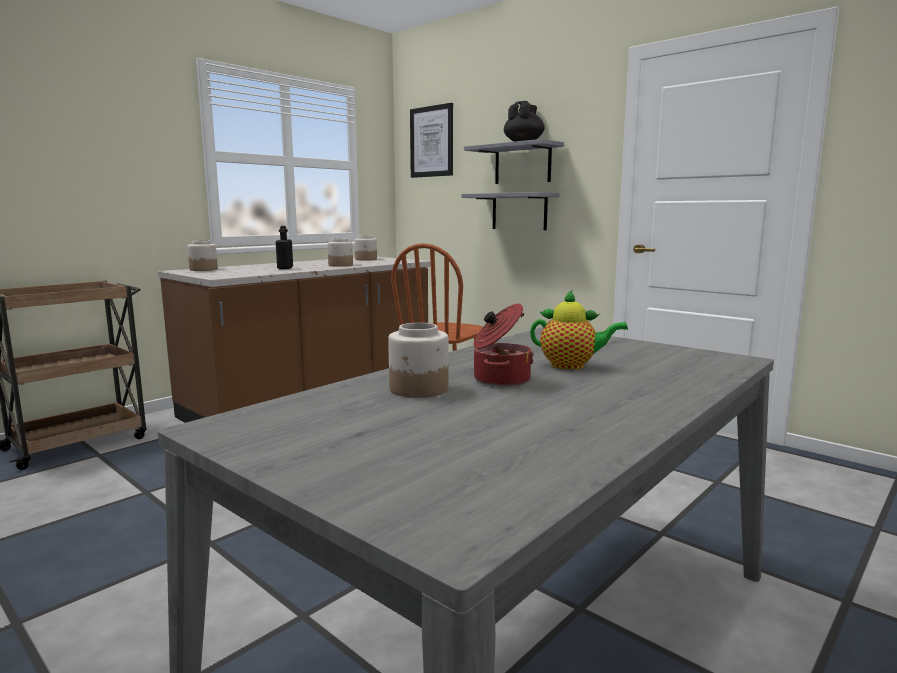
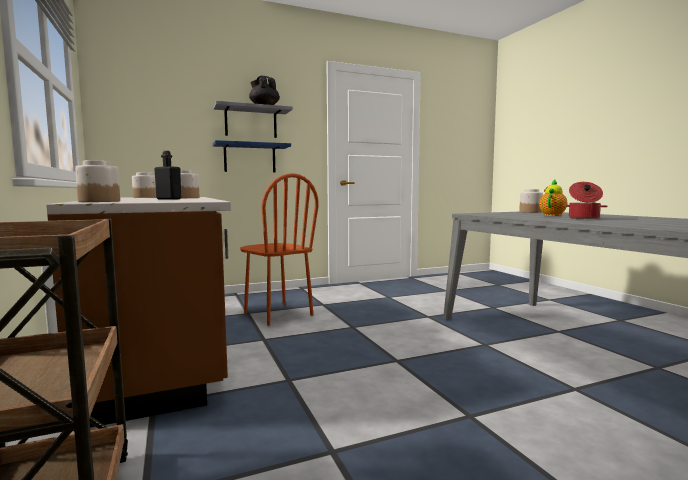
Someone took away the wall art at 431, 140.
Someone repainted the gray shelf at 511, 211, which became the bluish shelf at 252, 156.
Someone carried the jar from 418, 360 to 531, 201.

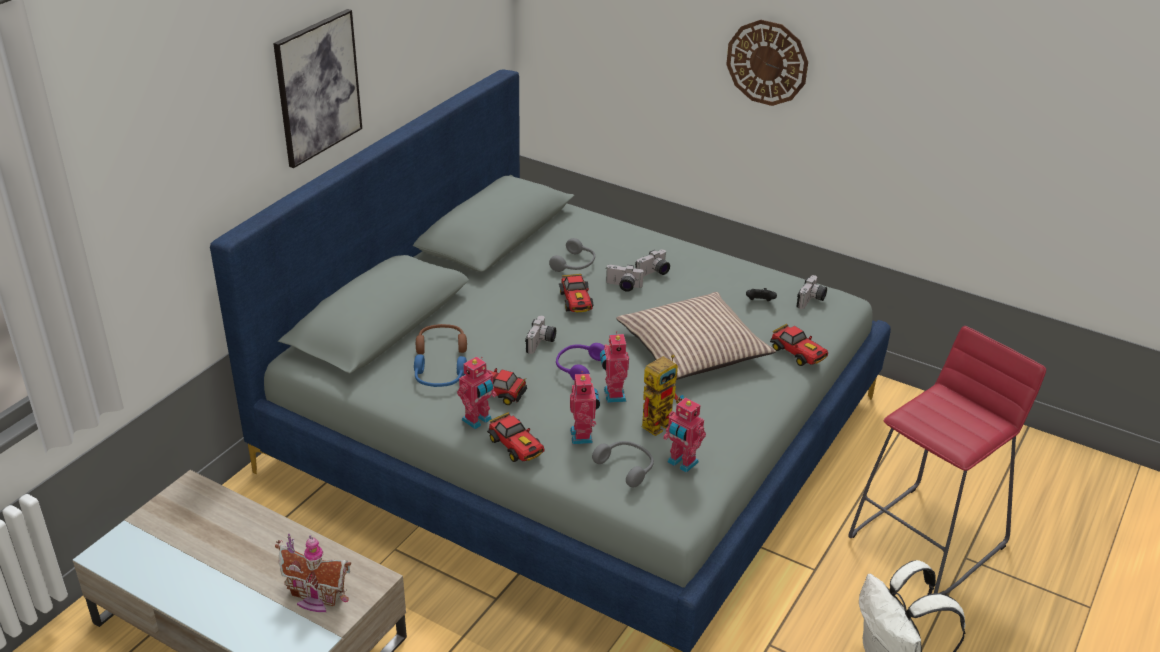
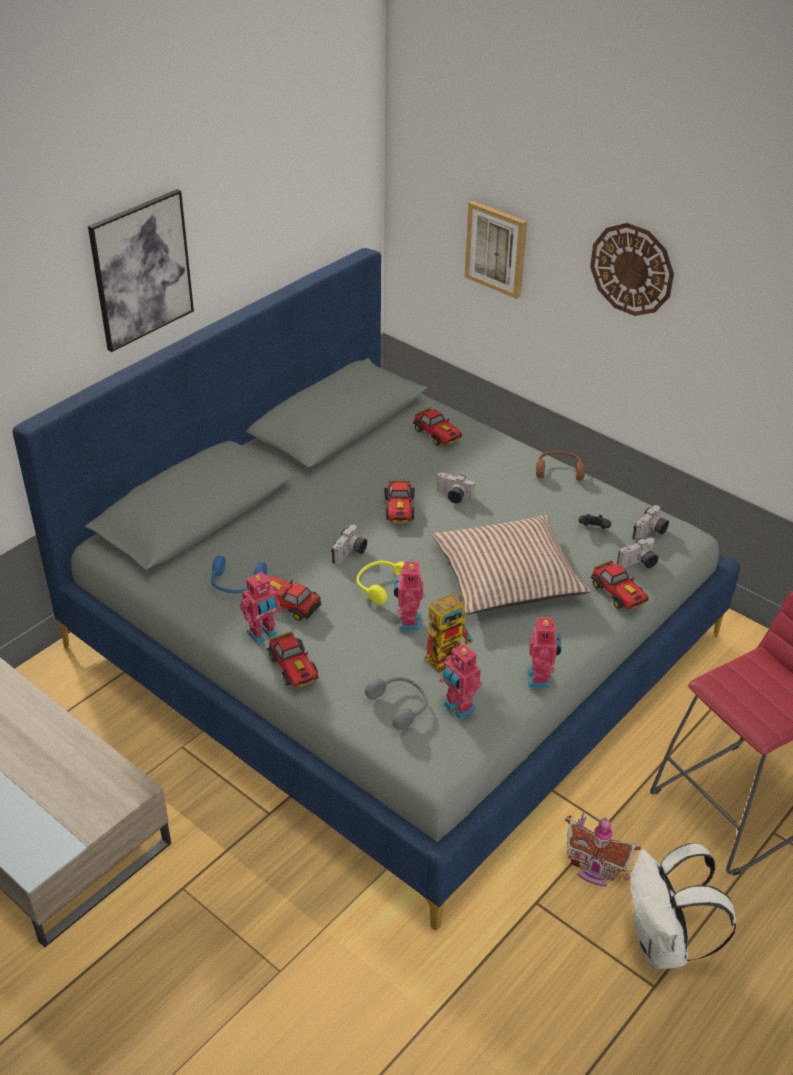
Someone took away the gray headphones at 572, 255.
Someone carried the still camera from 652, 263 to 638, 553.
Someone carried the brown-coloured headphones from 441, 339 to 560, 465.
Someone repainted the purple-coloured headphones at 580, 362, which became the yellowish headphones at 380, 582.
Someone carried the toy robot from 585, 407 to 544, 651.
Someone carried the toy house from 313, 572 to 603, 849.
Someone put up the wall art at 496, 250.
Someone put down the miniature car at 437, 426.

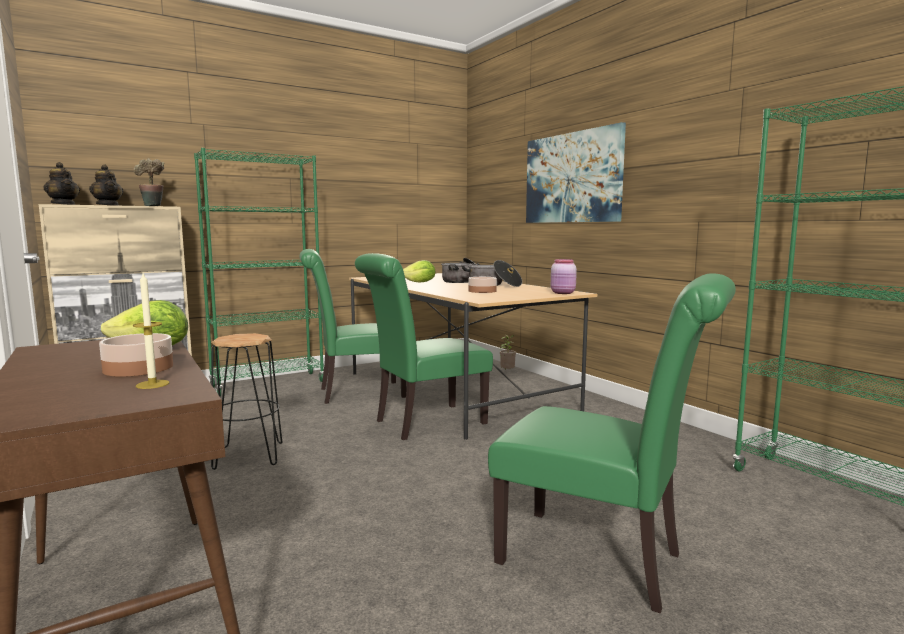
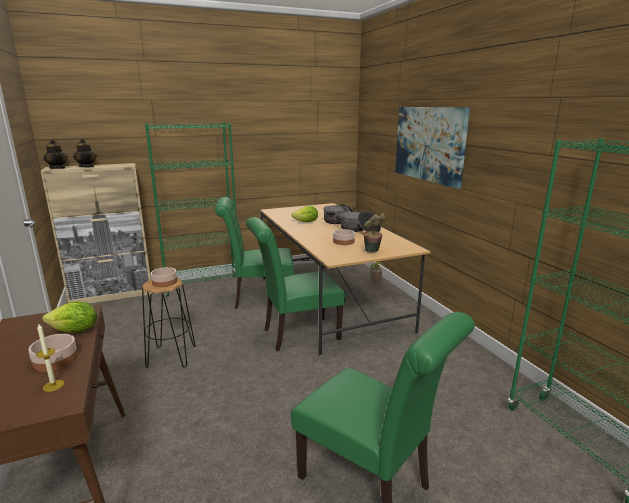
Someone carried the houseplant from 148, 182 to 375, 233.
Someone took away the pink-coloured jar at 564, 276.
Someone put down the bowl at 164, 277.

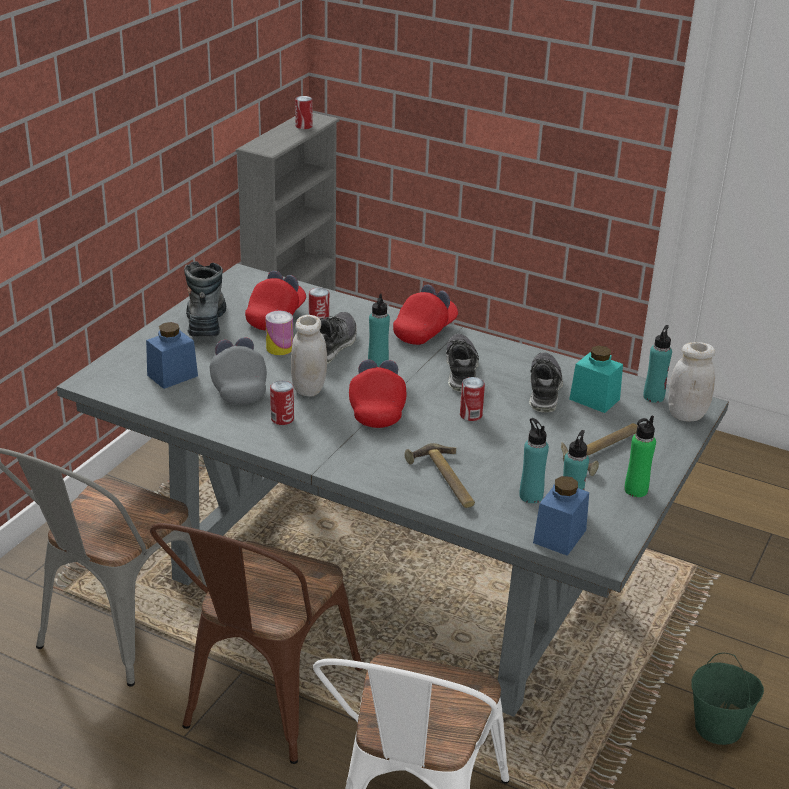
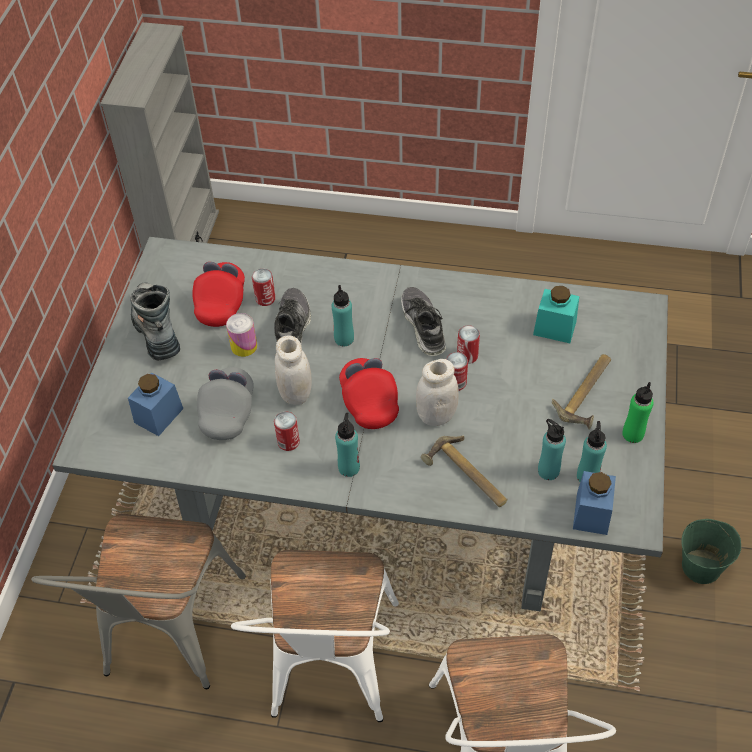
Someone carried the metal can from 304, 112 to 468, 344.
Someone took away the red-coloured cap at 425, 314.
Someone carried the turquoise bottle from 657, 364 to 347, 445.
Someone rotated the gray cap at 238, 371 by 45 degrees clockwise.
Someone carried the white-coloured jar from 691, 382 to 437, 392.
Someone took away the low shoe at 546, 382.
Someone repainted the brown-coloured chair at 256, 643, which became the white-coloured chair at 315, 636.

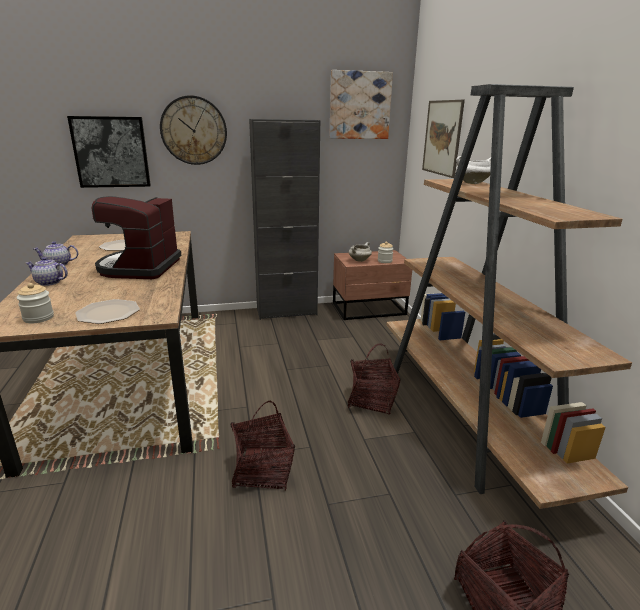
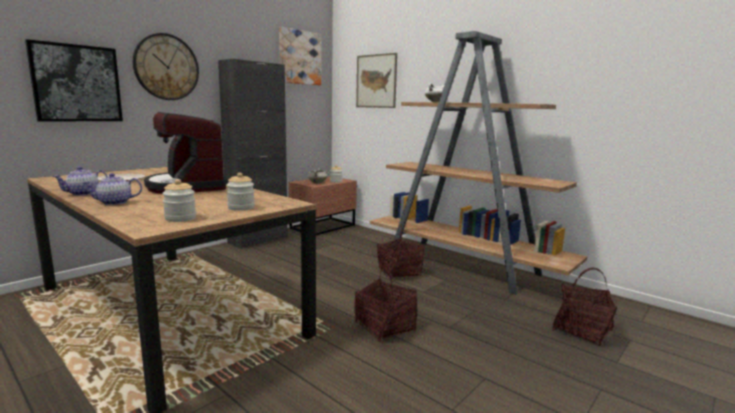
Someone swapped the dinner plate at 108, 311 for the jar at 240, 192.

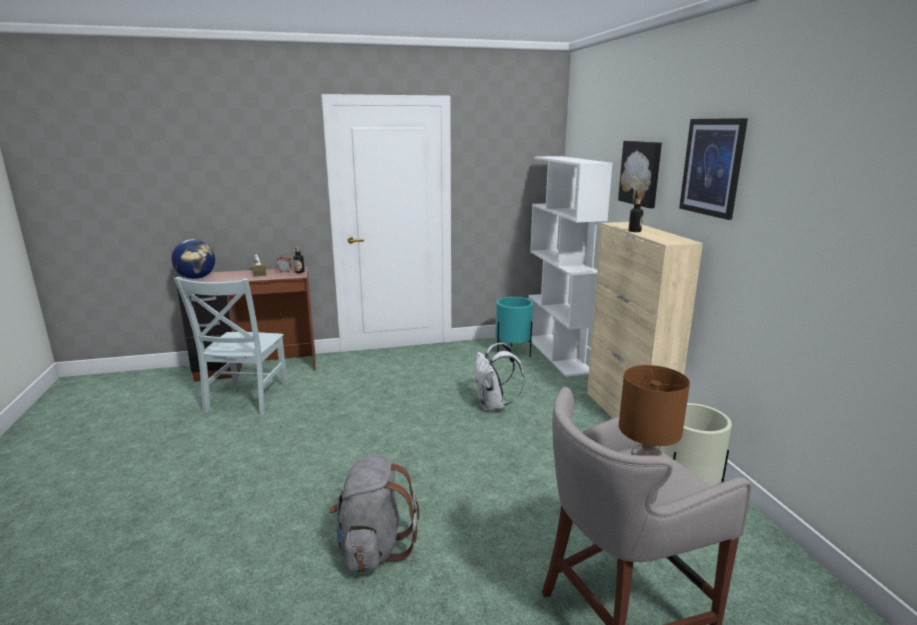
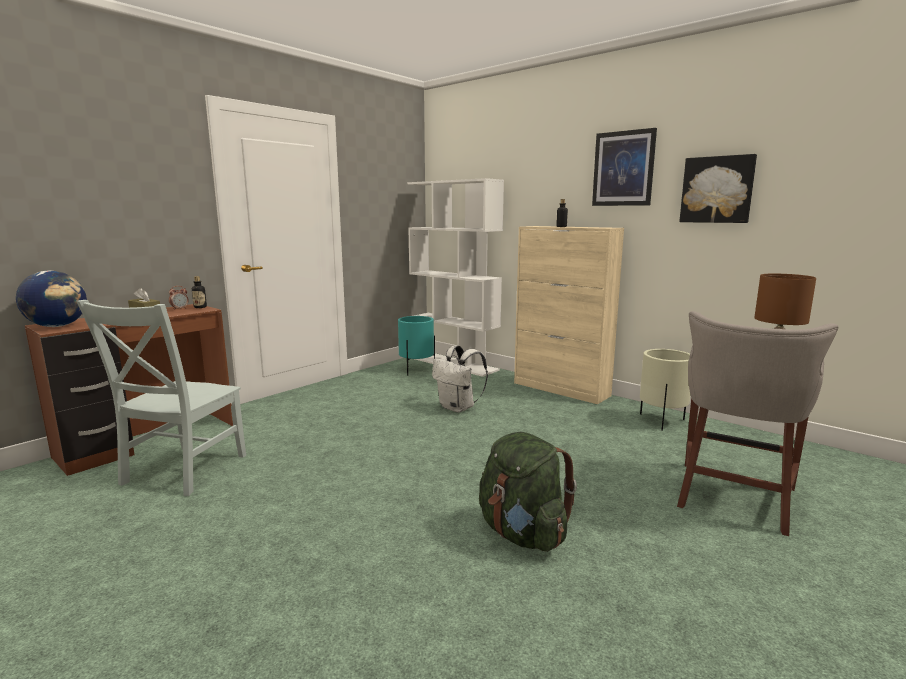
Someone carried the wall art from 640, 174 to 718, 188.
Someone rotated the gray chair at 231, 346 by 45 degrees clockwise.
Someone repainted the gray rucksack at 374, 513, which became the green-coloured rucksack at 528, 492.

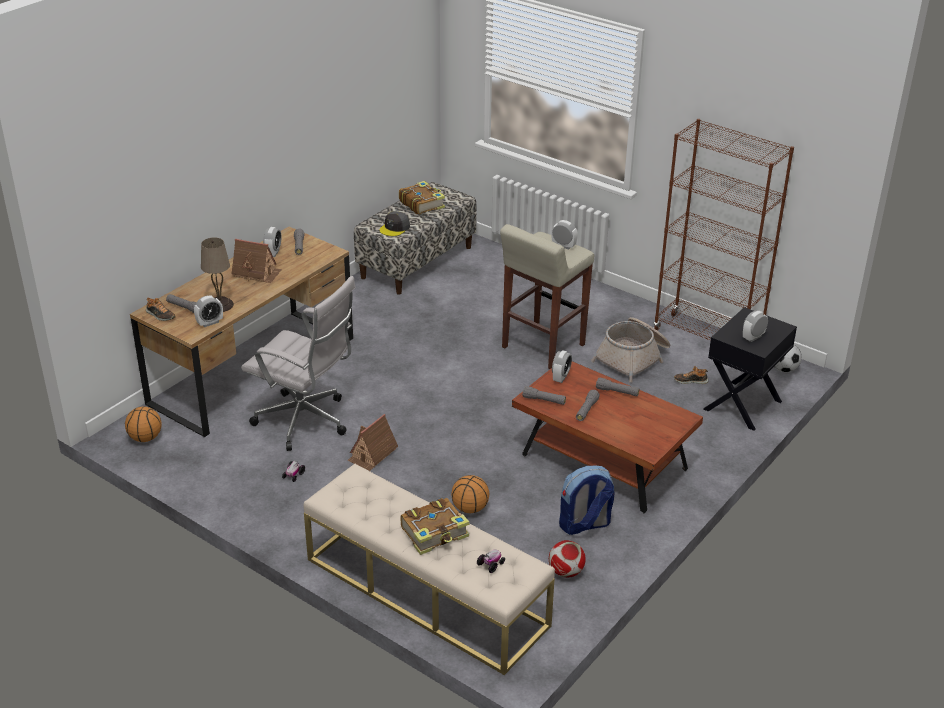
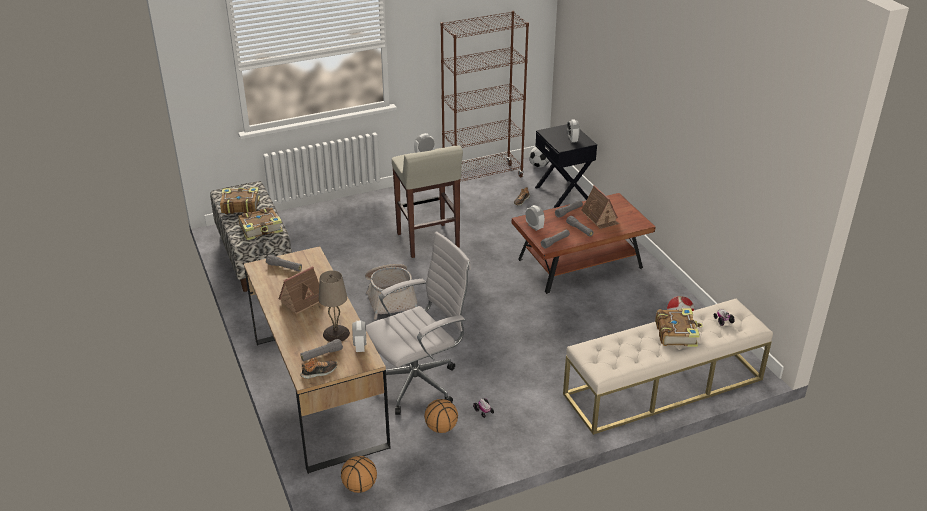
Someone swapped the gray cap at 395, 223 for the volume at 260, 223.
Someone took away the bedside clock at 272, 242.
Someone carried the household basket from 630, 350 to 391, 291.
Someone carried the toy house from 372, 442 to 600, 207.
Someone took away the rucksack at 586, 500.
Someone carried the ball for basketball from 470, 494 to 441, 416.

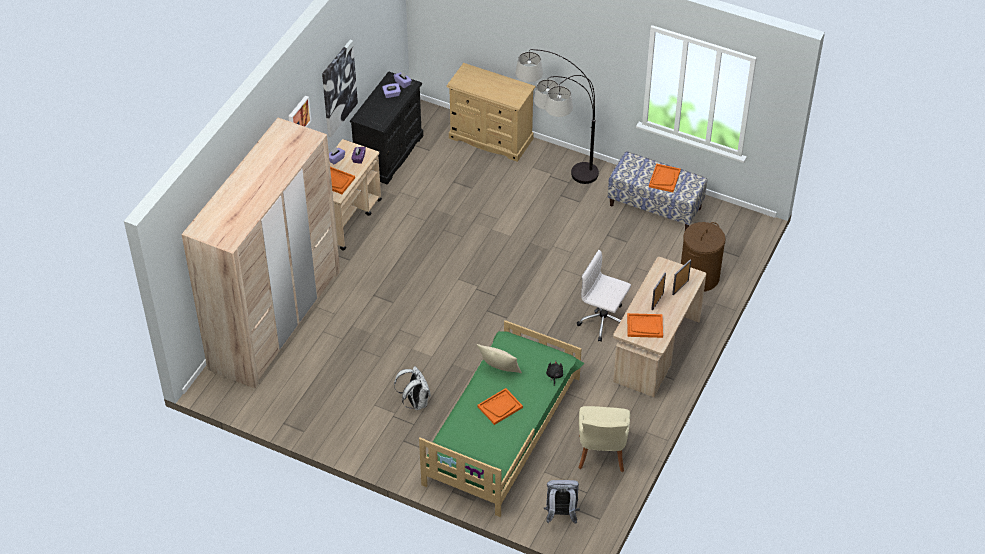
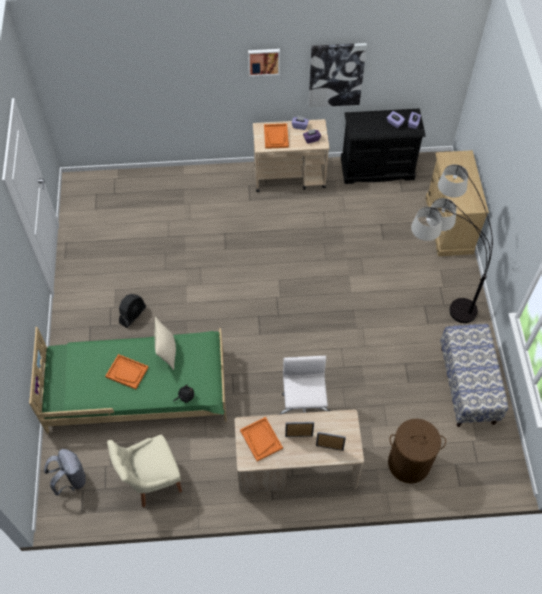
Someone took away the beige-coloured clothes cupboard at 261, 253.
Someone took away the orange tray at 665, 177.
Someone swapped the white-coloured rucksack at 412, 388 for the black-coloured electric fan at 132, 311.

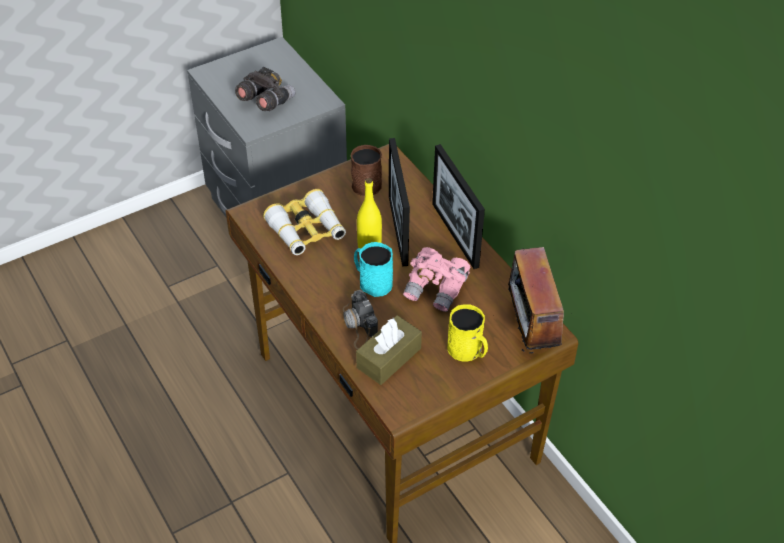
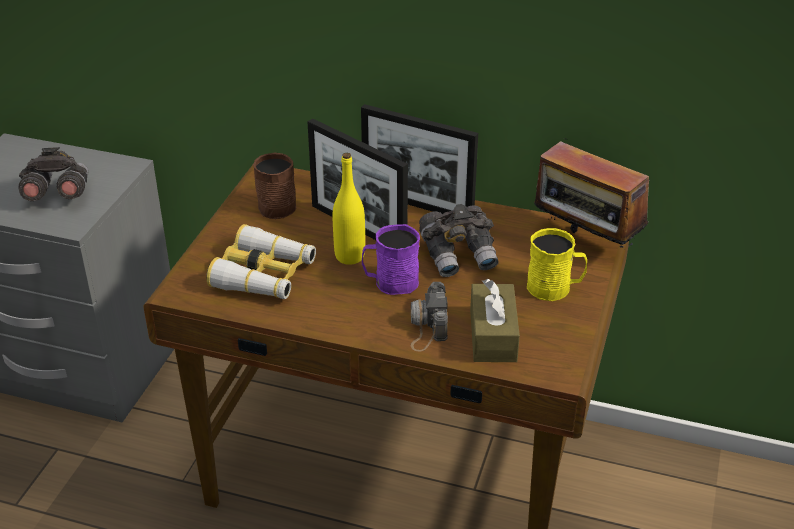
Someone repainted the turquoise coffee mug at 373, 269, which became the purple-coloured coffee mug at 391, 259.
Someone repainted the pink-coloured binoculars at 436, 279, which became the gray binoculars at 458, 240.
Someone rotated the still camera at 360, 319 by 60 degrees clockwise.

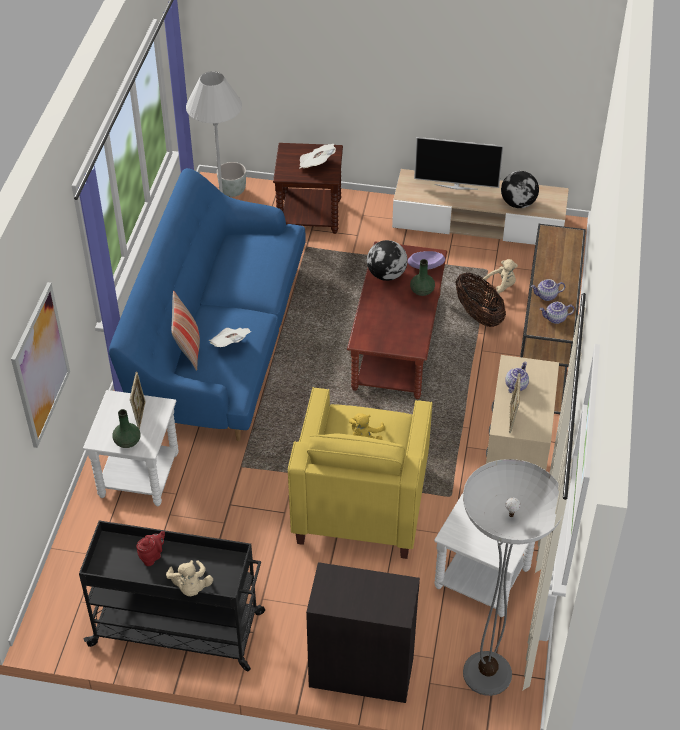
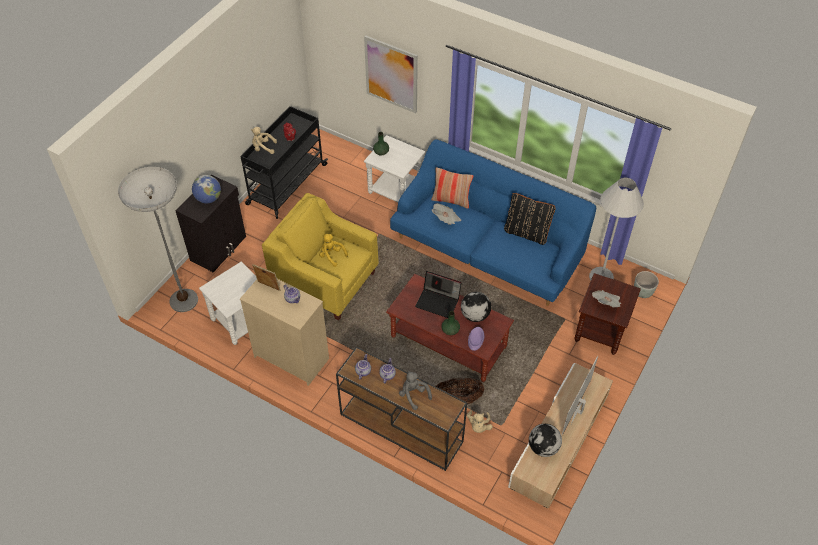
Someone took away the photo frame at 138, 400.
Someone put down the world globe at 206, 189.
Someone put down the black-coloured cushion at 530, 219.
Someone put down the notebook computer at 438, 294.
Someone put down the gray cuddly toy at 415, 390.

